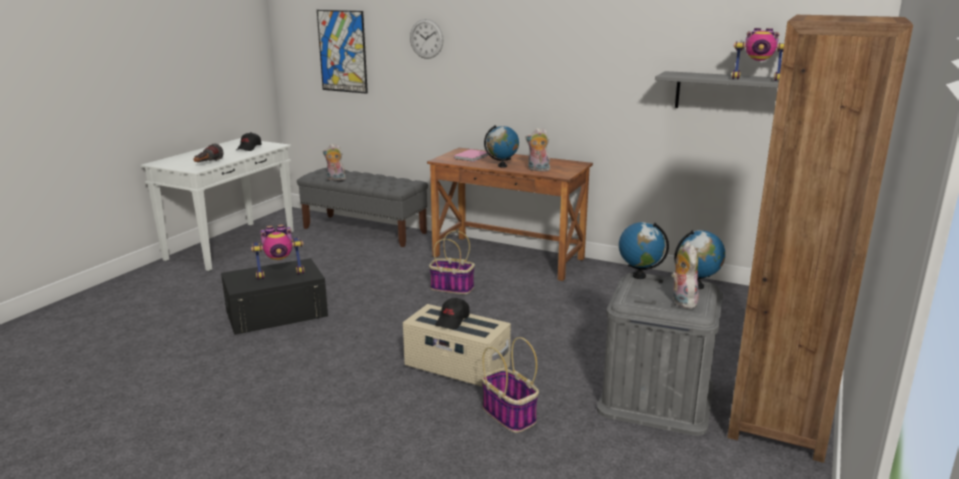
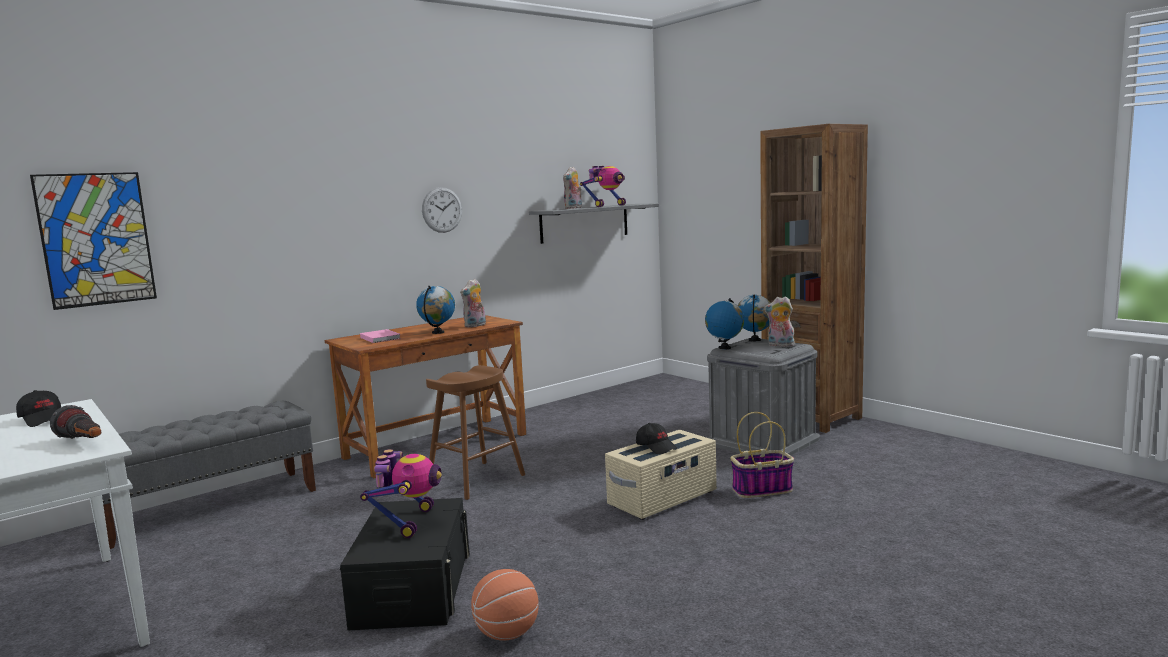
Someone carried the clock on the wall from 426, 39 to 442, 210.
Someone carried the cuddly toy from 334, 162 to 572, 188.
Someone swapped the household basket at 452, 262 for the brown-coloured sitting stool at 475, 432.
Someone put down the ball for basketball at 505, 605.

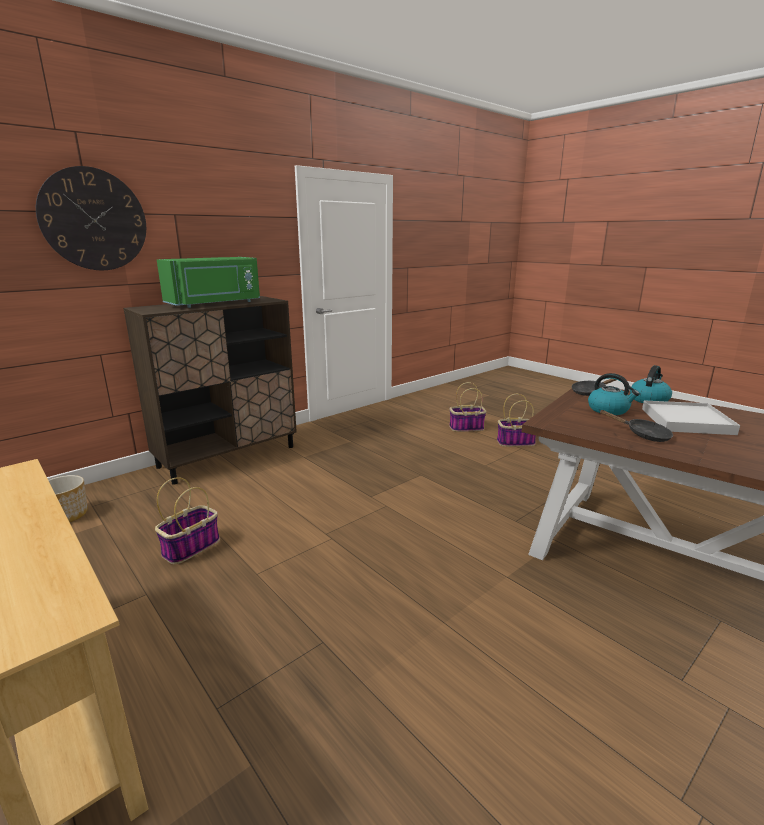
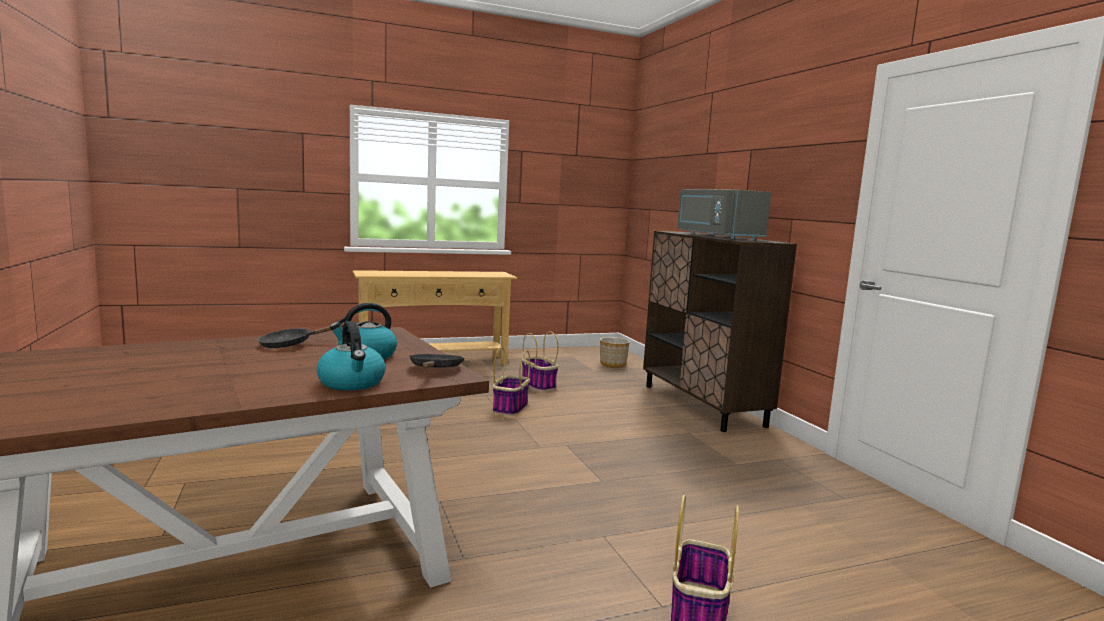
Someone took away the clock on the wall at 91, 218.
Someone repainted the green-coloured microwave oven at 208, 282, which became the gray microwave oven at 724, 214.
Someone carried the household basket from 467, 407 to 511, 381.
Someone took away the white-coloured tray at 691, 417.

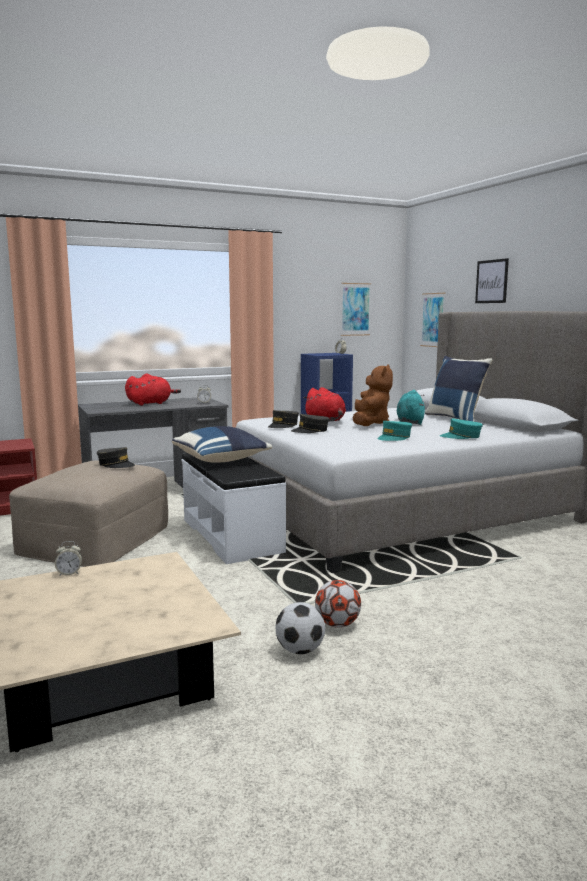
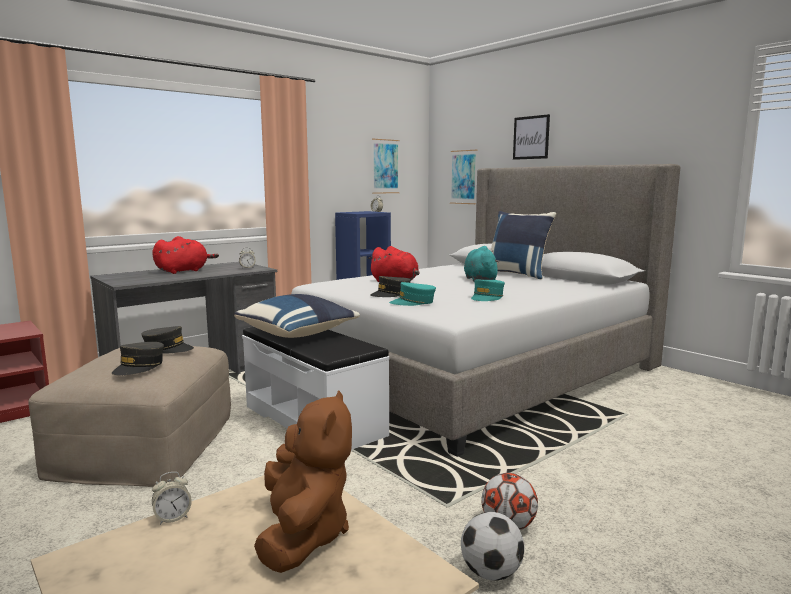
Someone carried the brown-coloured cuddly toy from 373, 395 to 303, 481.
Someone carried the gray cap from 283, 419 to 138, 358.
Someone carried the turquoise cap from 461, 428 to 412, 294.

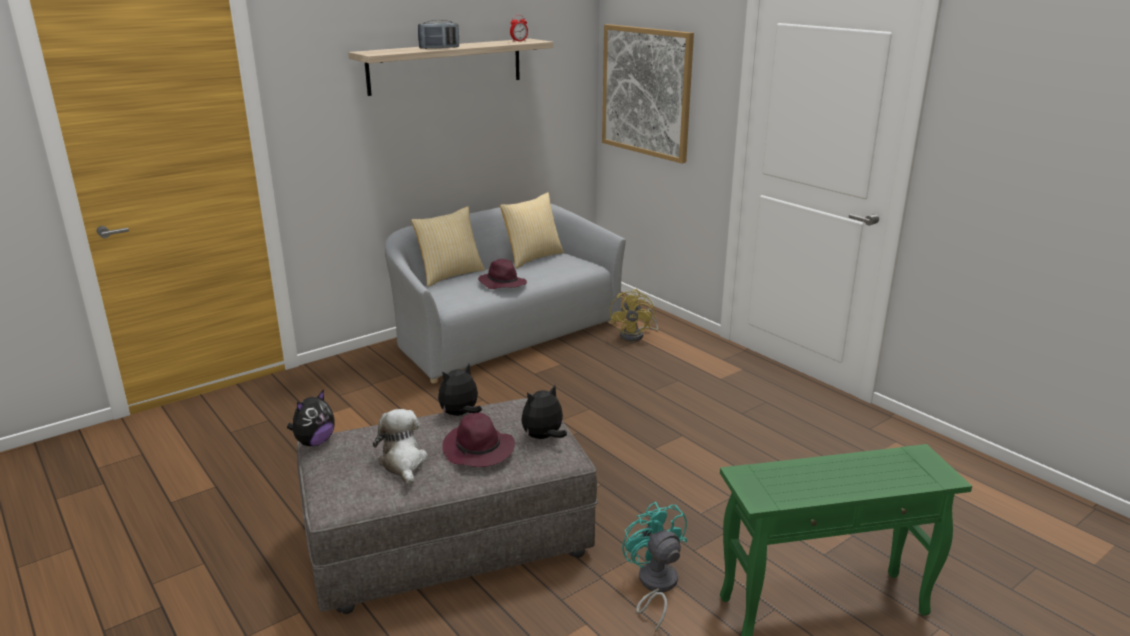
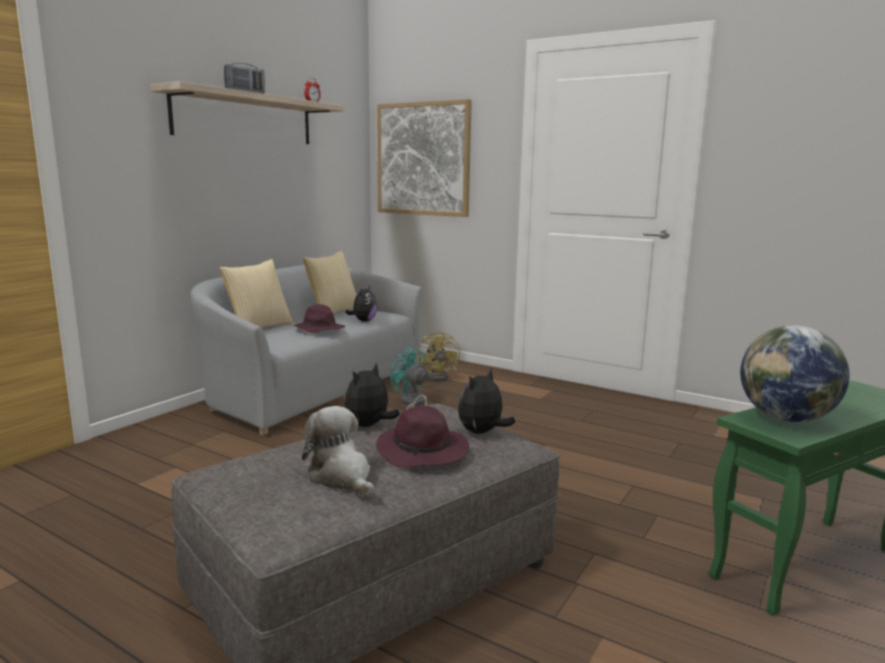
Someone carried the cuddly toy from 311, 417 to 361, 304.
Someone carried the turquoise electric fan from 654, 567 to 409, 378.
Someone put down the world globe at 795, 373.

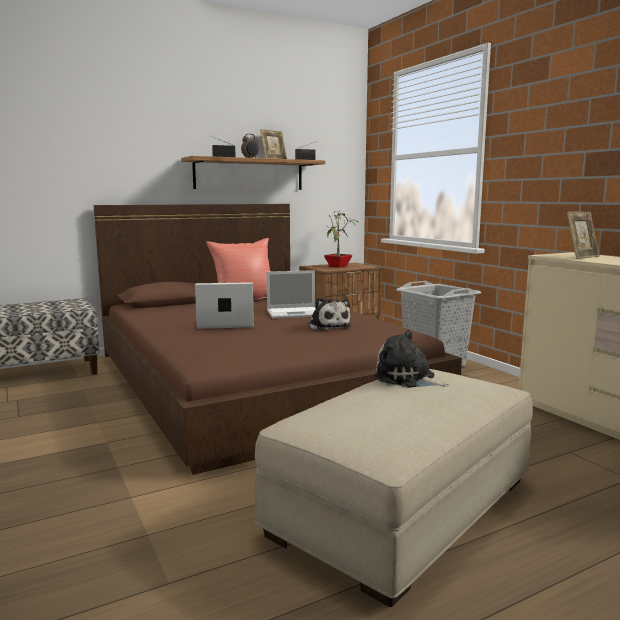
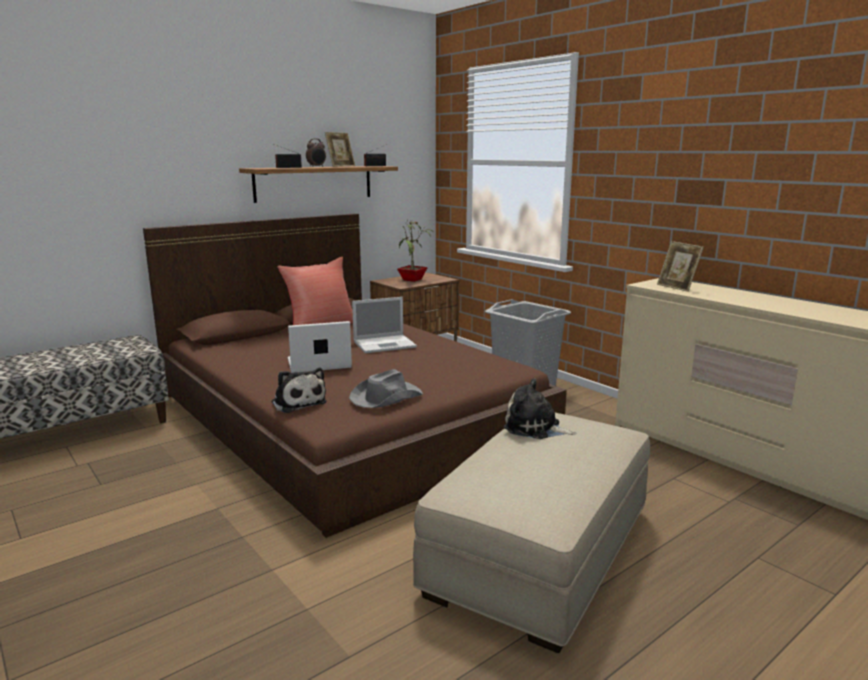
Someone rotated the photo frame at 583, 235 by 105 degrees clockwise.
Someone carried the cuddly toy from 329, 314 to 299, 390.
Someone put down the gray wearable hat at 386, 388.

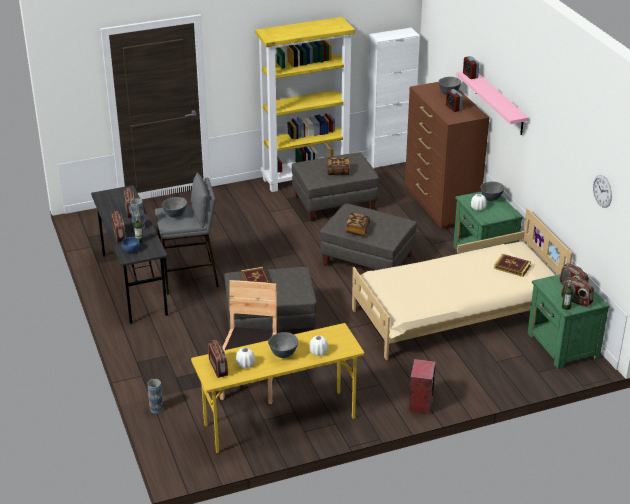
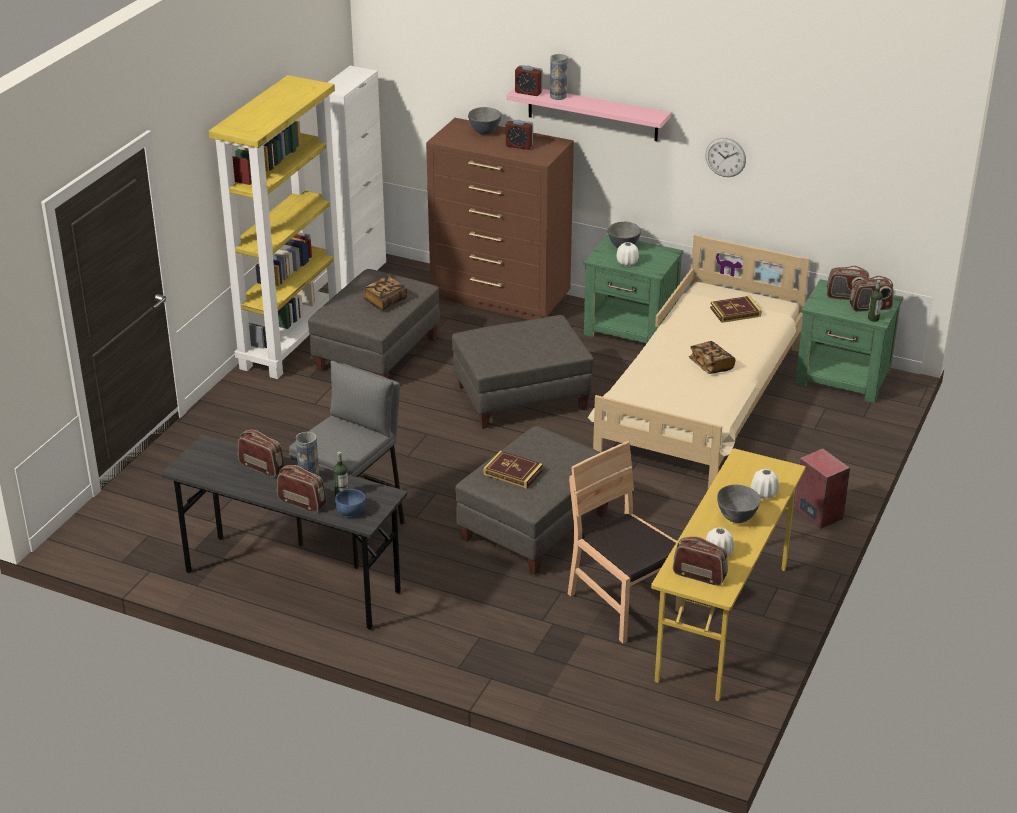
Someone carried the clock on the wall from 602, 191 to 725, 157.
Someone took away the gray bowl at 174, 207.
Someone carried the volume from 357, 224 to 712, 357.
Someone carried the decorative vase from 155, 396 to 558, 77.

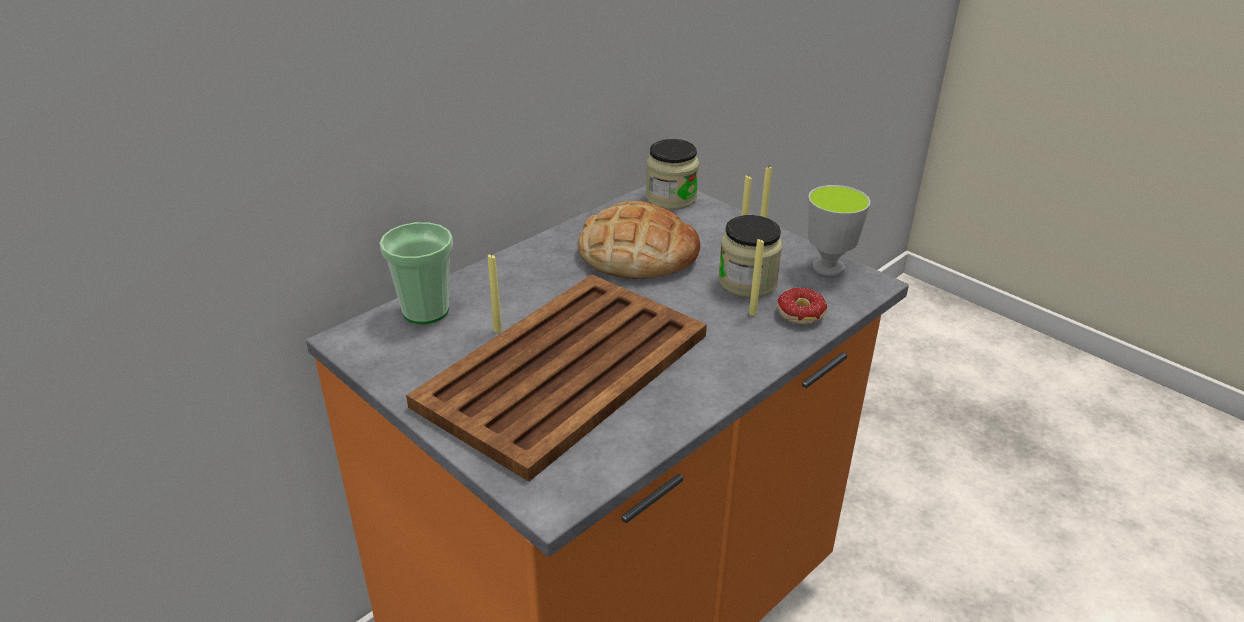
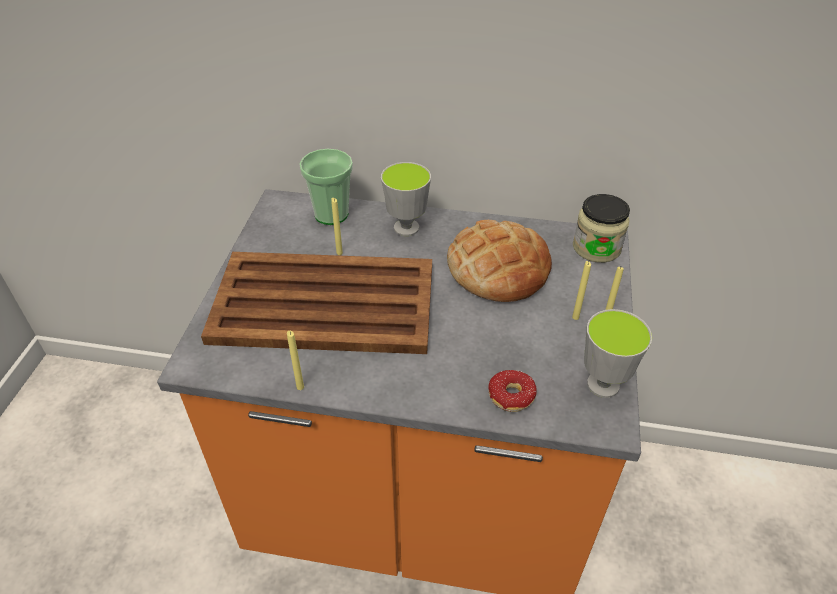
Someone took away the jar at 750, 256.
Someone carried the yellowish candle from 756, 277 to 295, 360.
Someone put down the small cup at 406, 199.

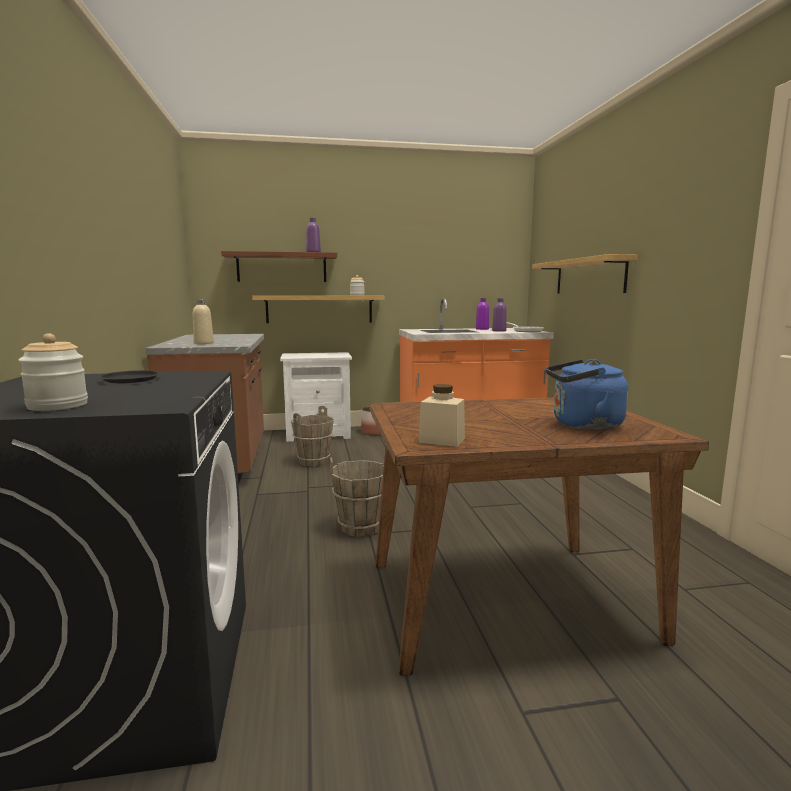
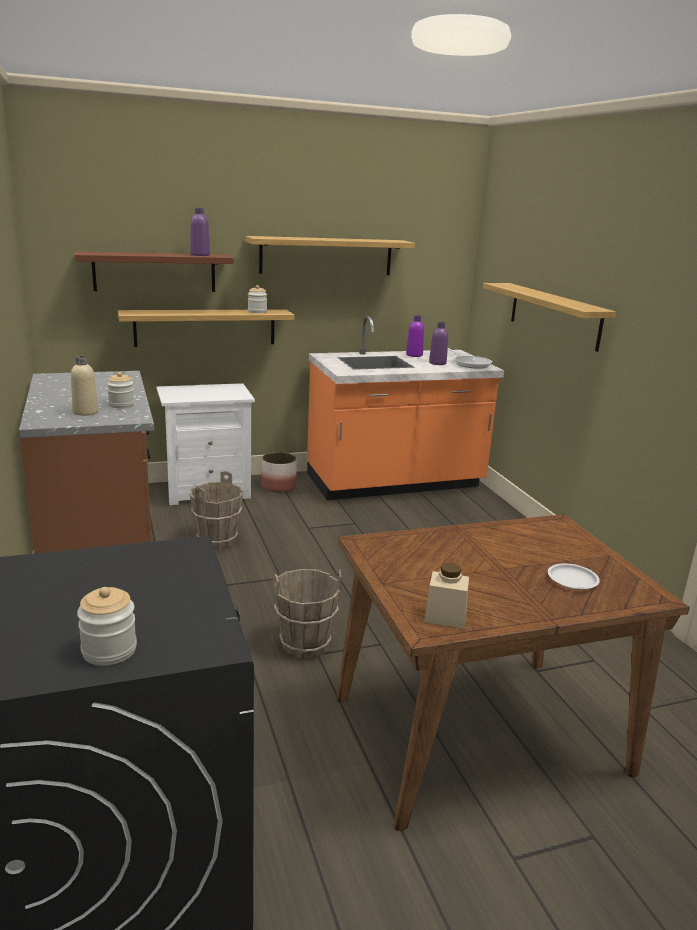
Someone swapped the bluish tea kettle at 587, 394 for the white-coloured dinner plate at 574, 576.
Someone took away the black-coloured dinner plate at 129, 376.
Someone put up the shelf at 330, 255.
Someone put down the jar at 120, 390.

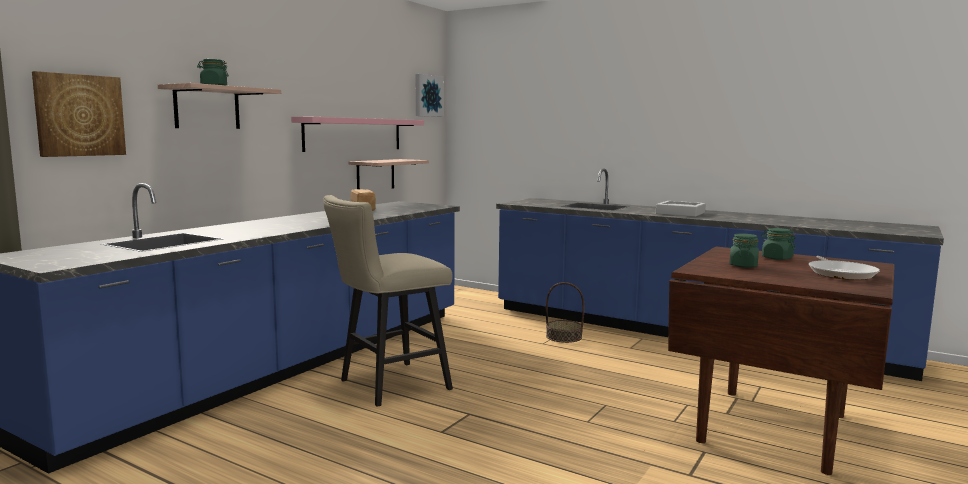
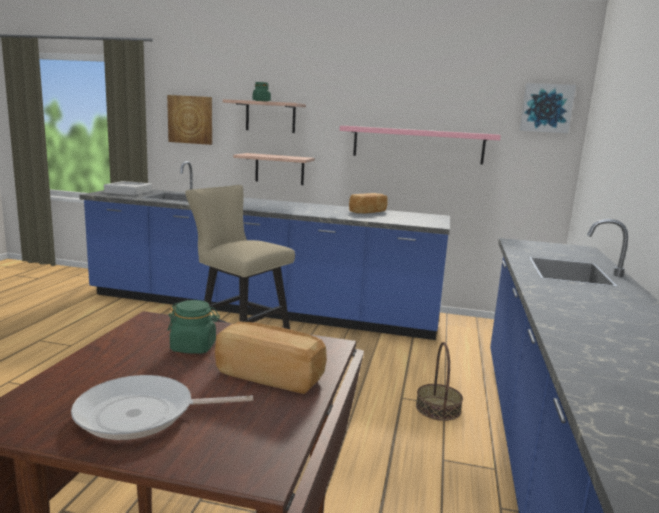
Someone carried the shelf from 388, 174 to 274, 169.
Someone carried the gray tray from 681, 209 to 128, 188.
Someone swapped the green-coloured jar at 778, 244 for the baked bread at 271, 358.

